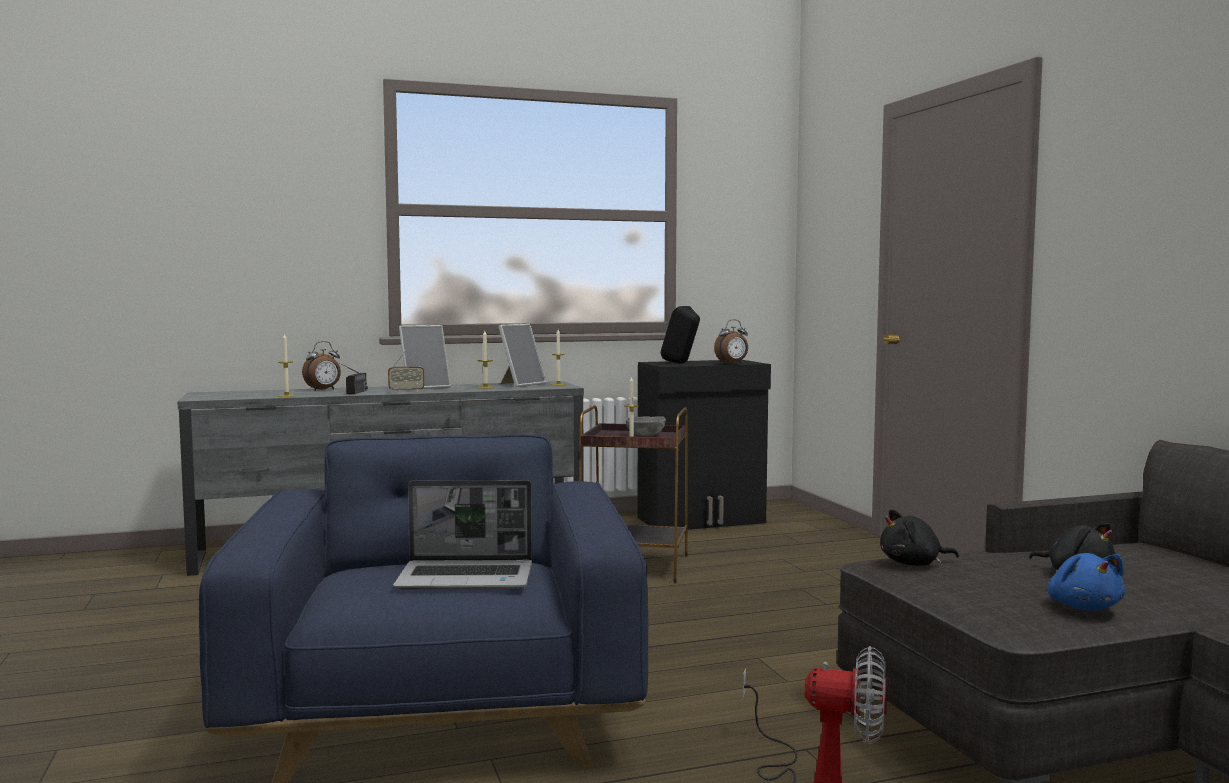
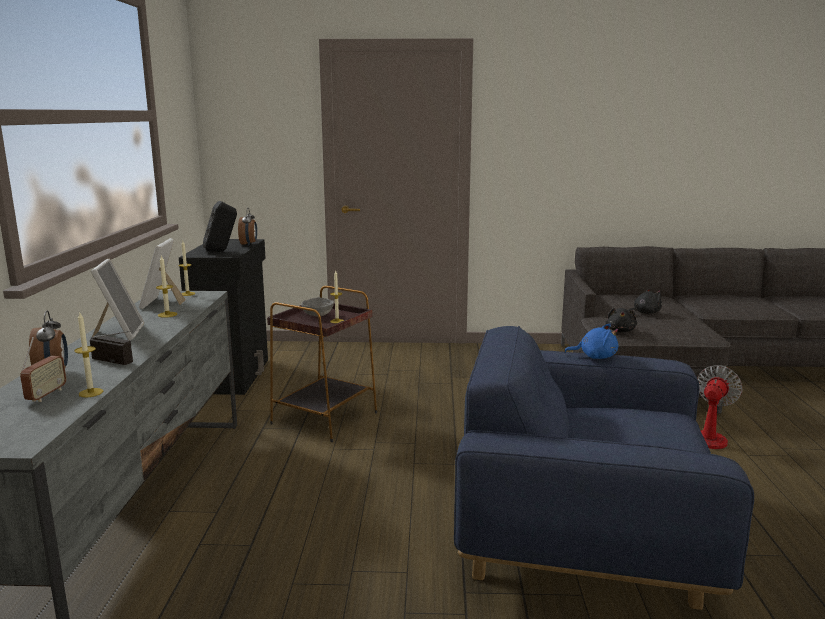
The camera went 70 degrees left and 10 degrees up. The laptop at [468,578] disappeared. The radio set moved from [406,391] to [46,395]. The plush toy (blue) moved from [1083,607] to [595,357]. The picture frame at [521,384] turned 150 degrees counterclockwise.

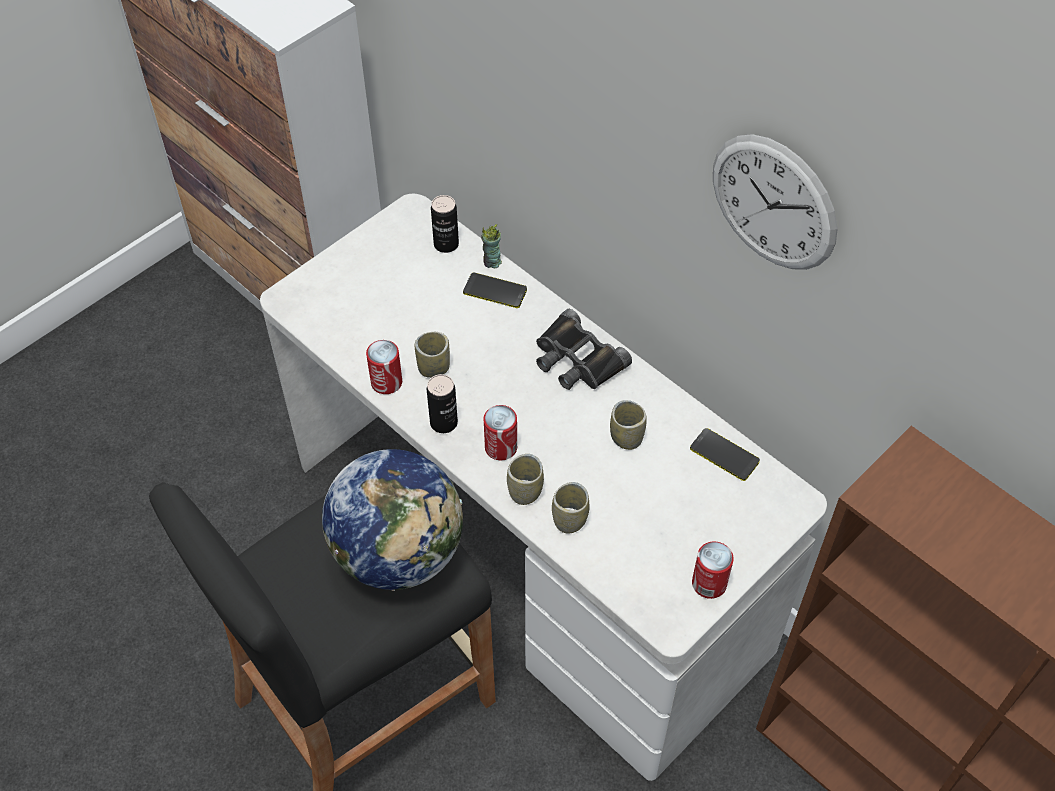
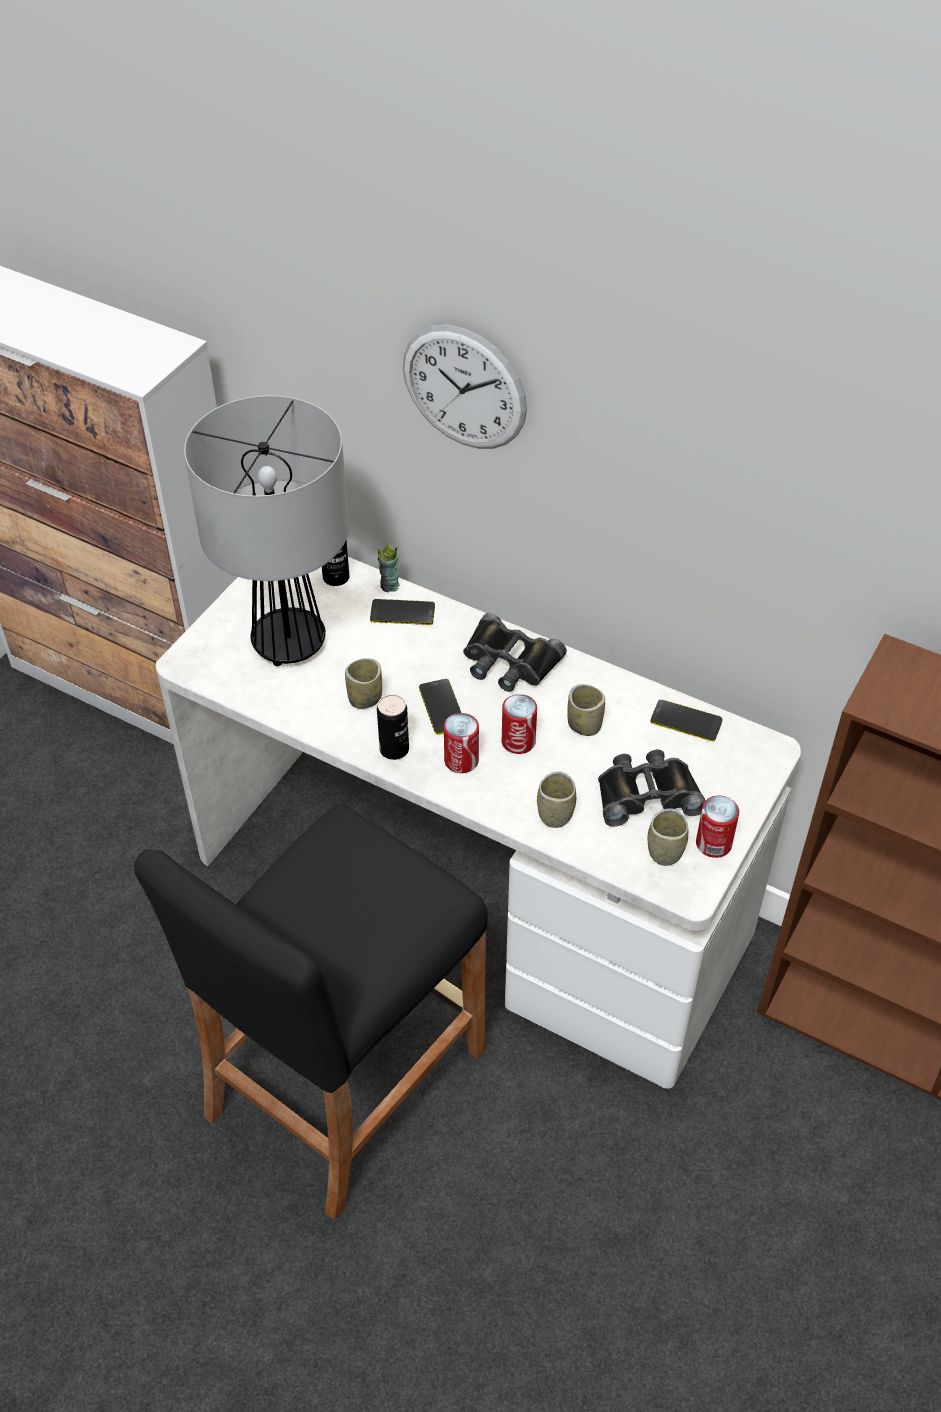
The camera went 15 degrees left and 5 degrees down. The desk globe at [399,552] disappeared. The tabletop lamp at [290,643] appeared. The telephone at [442,707] appeared. The pair of binoculars (black) at [646,793] appeared. The metal can moved from [386,382] to [518,741]. The drinking cup moved from [525,491] to [665,852]. The clock on the wall moved from [773,203] to [464,388].

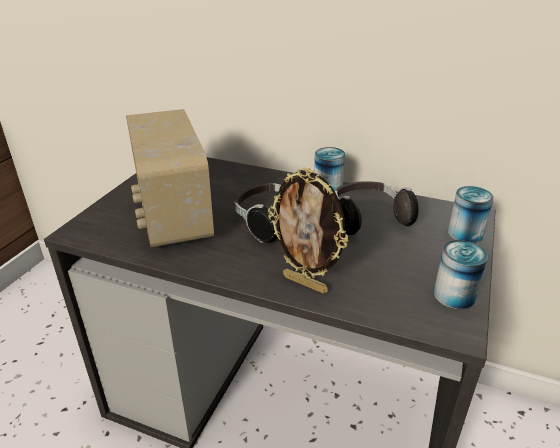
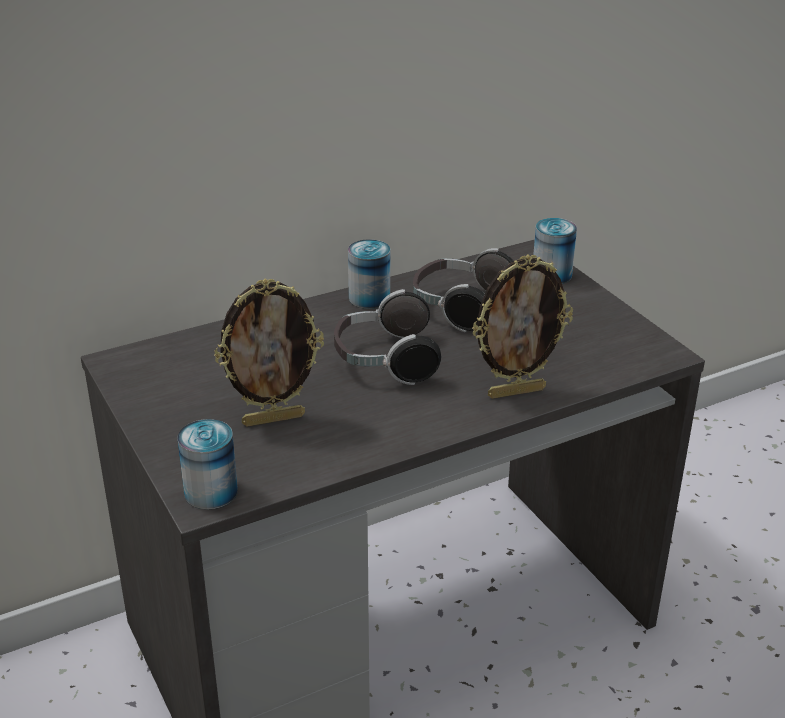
The camera went 50 degrees left and 0 degrees up. The metal can moved from [454,295] to [211,492]. The radio set at [172,216] was replaced by the picture frame at [273,419].

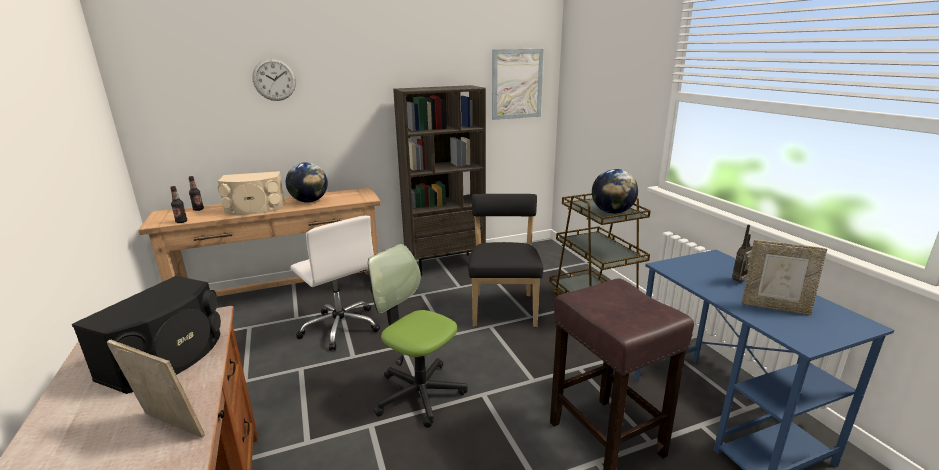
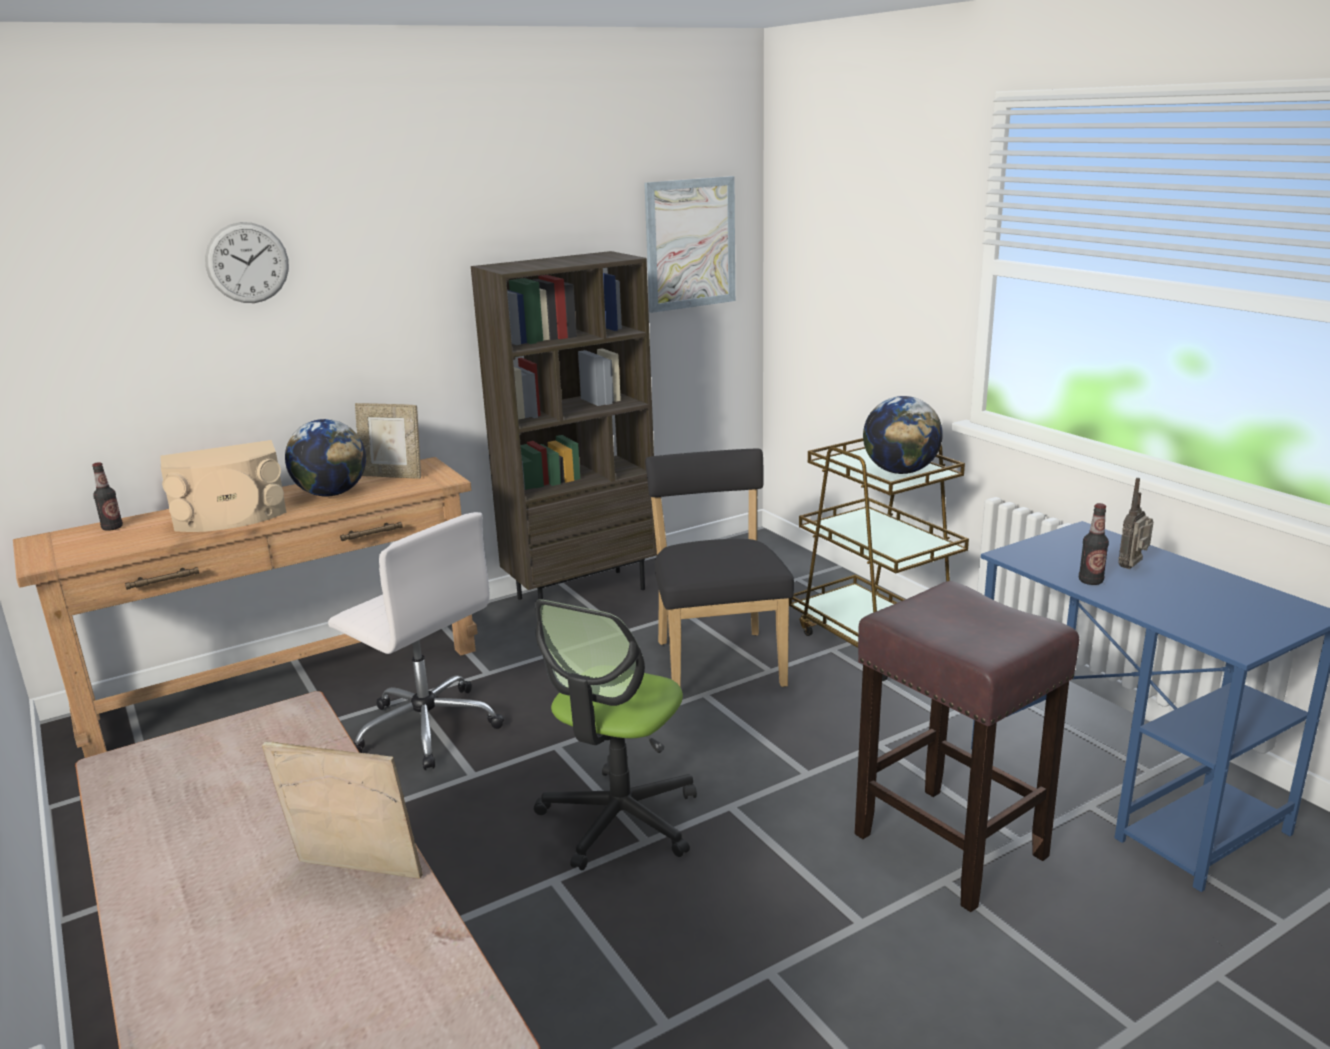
The camera went 10 degrees left and 0 degrees up. The speaker (black) at [167,358] disappeared. The beverage bottle moved from [181,222] to [1090,581]. The picture frame moved from [774,307] to [392,475]. The computer chair at [419,393] turned 90 degrees counterclockwise.

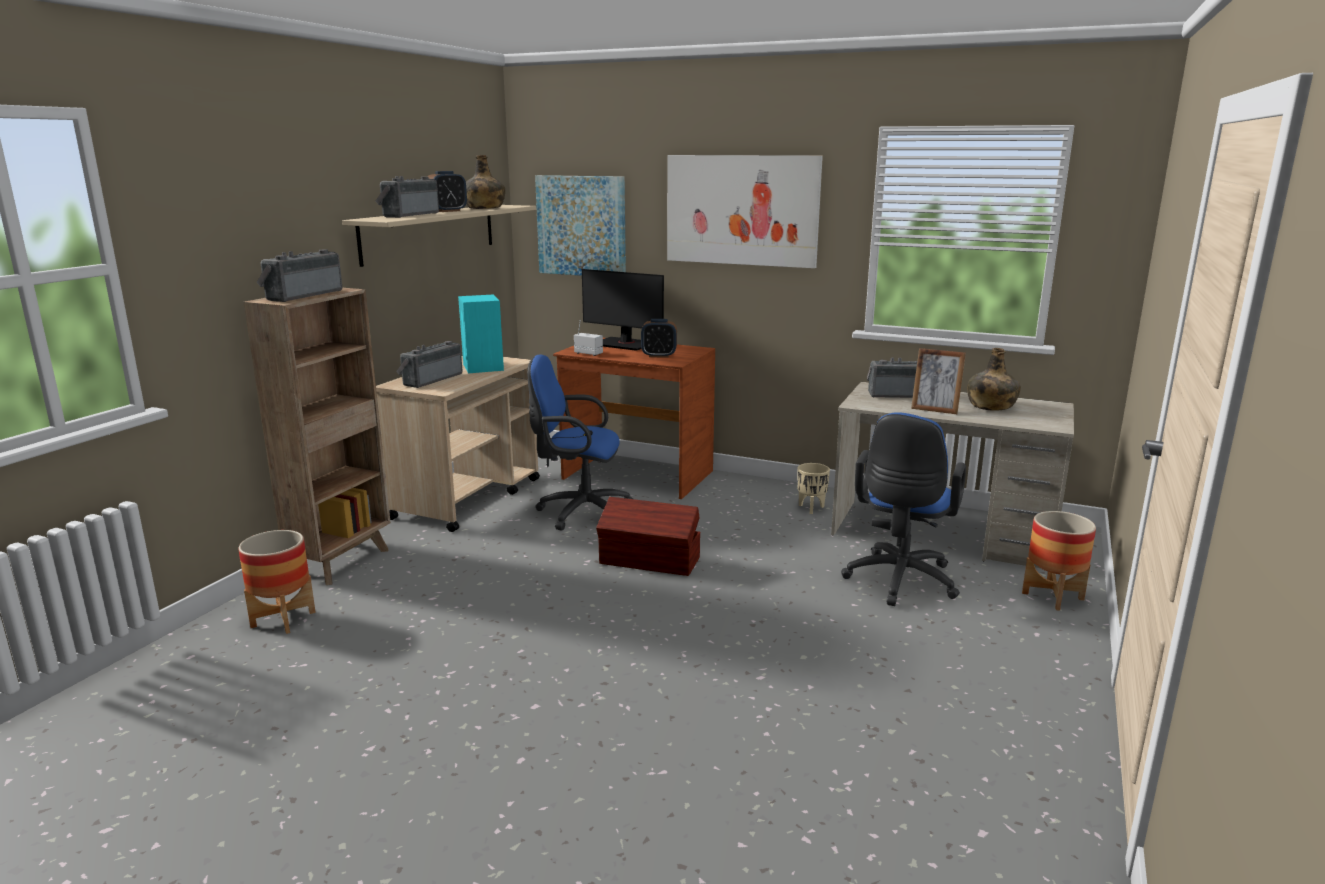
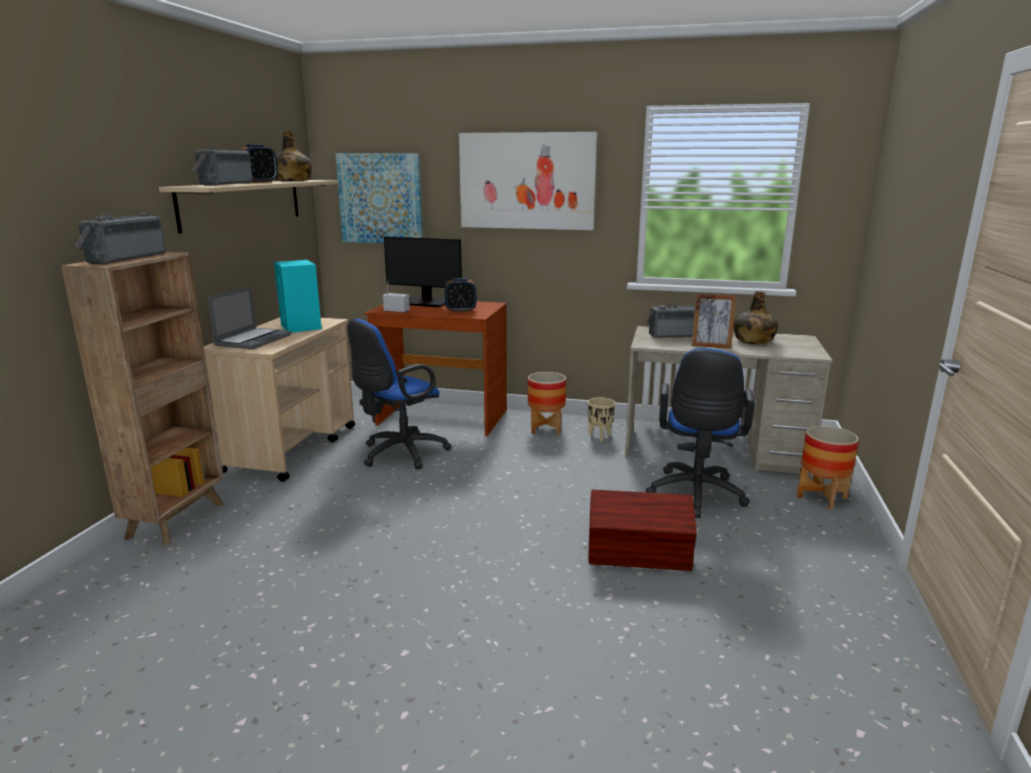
The camera went 10 degrees left and 0 degrees up. The planter moved from [283,619] to [546,429]. The storage box (brown) moved from [650,561] to [639,555]. The radio set at [430,379] was replaced by the laptop at [253,340]. The computer chair (blue) at [580,512] turned 45 degrees counterclockwise.

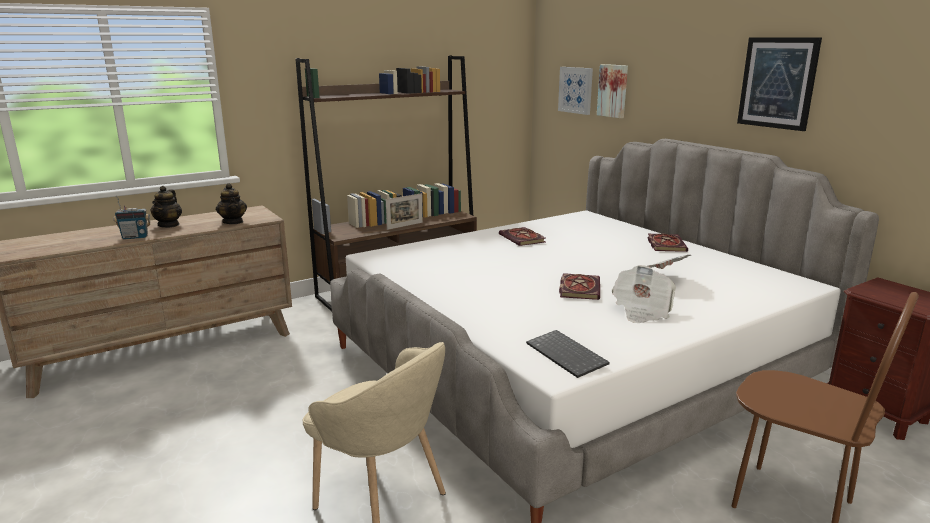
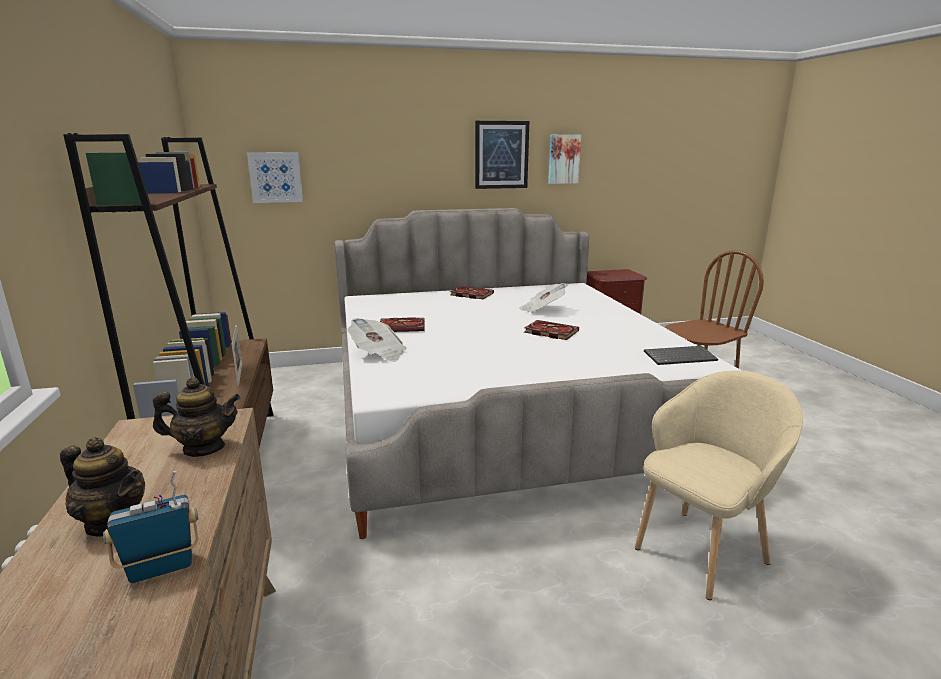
The camera went 70 degrees left and 0 degrees up. The wall art moved from [613,91] to [563,159]. The newspaper moved from [641,311] to [378,354]. The radio set at [135,237] turned 120 degrees counterclockwise.

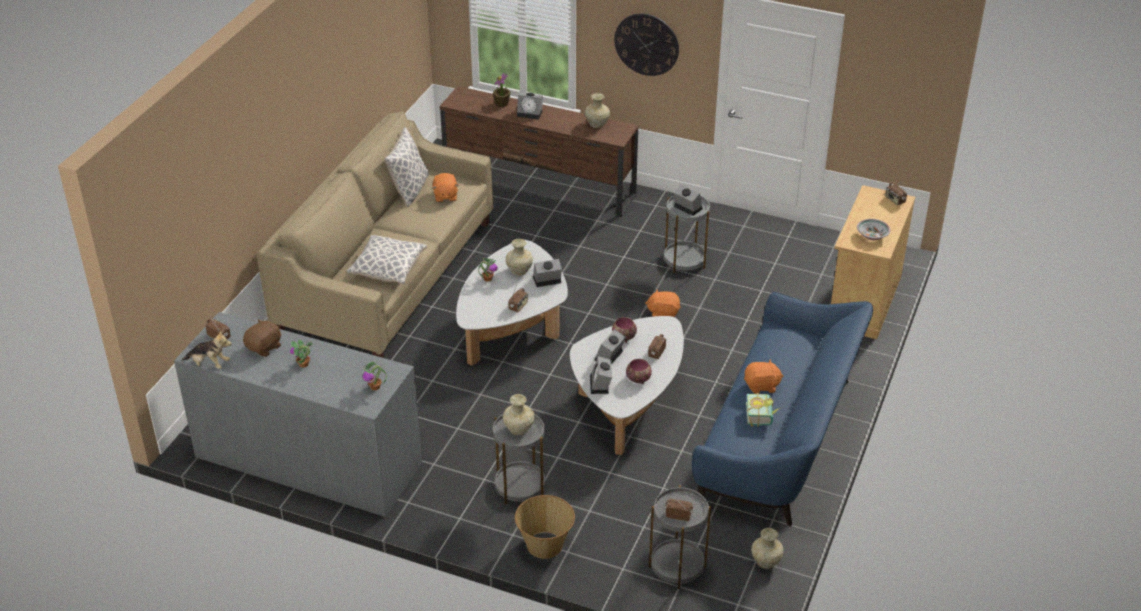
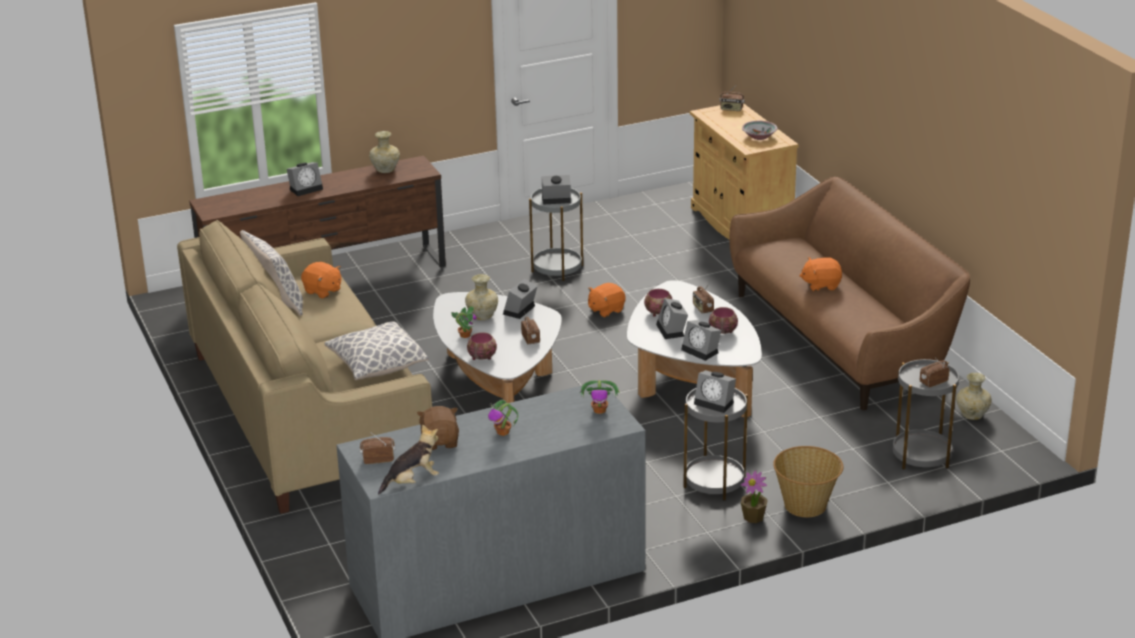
The camera went 45 degrees left and 10 degrees down. The clock on the wall at [646,44] disappeared. The volume at [762,416] disappeared. The bowl at [481,357] appeared. The houseplant moved from [502,103] to [753,517]. The decorative vase (sand-coloured) at [519,429] was replaced by the table clock at [715,402]. The settee (blue) at [780,439] became the settee (brown) at [843,339]. The plush toy (orangey) at [761,386] turned 135 degrees counterclockwise.

